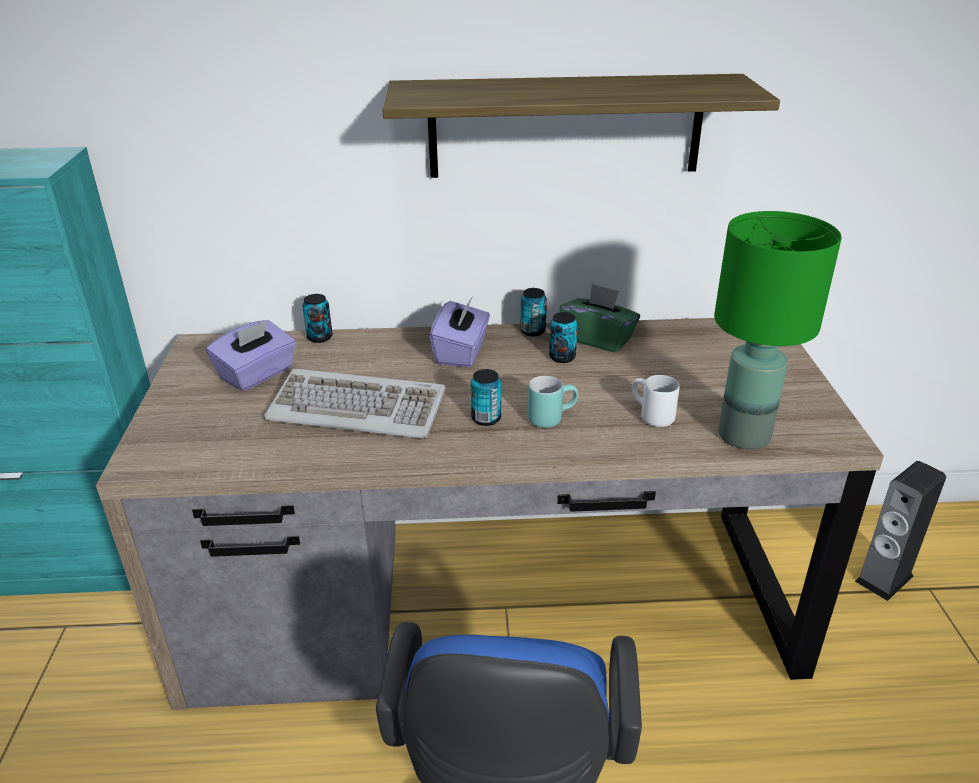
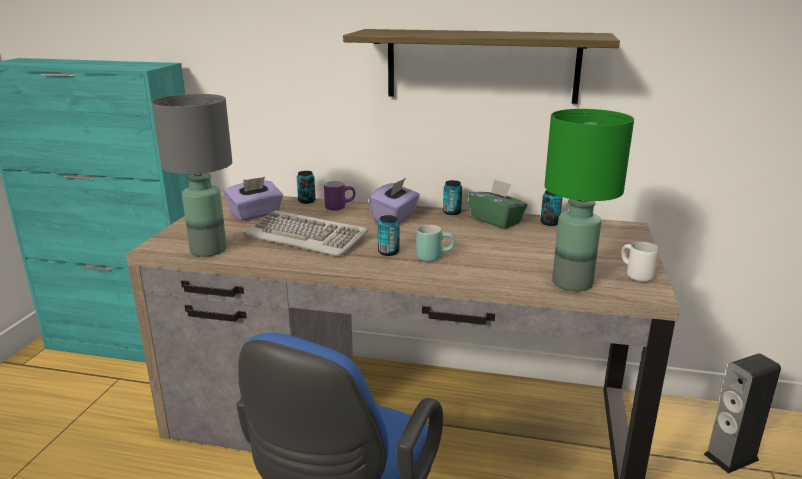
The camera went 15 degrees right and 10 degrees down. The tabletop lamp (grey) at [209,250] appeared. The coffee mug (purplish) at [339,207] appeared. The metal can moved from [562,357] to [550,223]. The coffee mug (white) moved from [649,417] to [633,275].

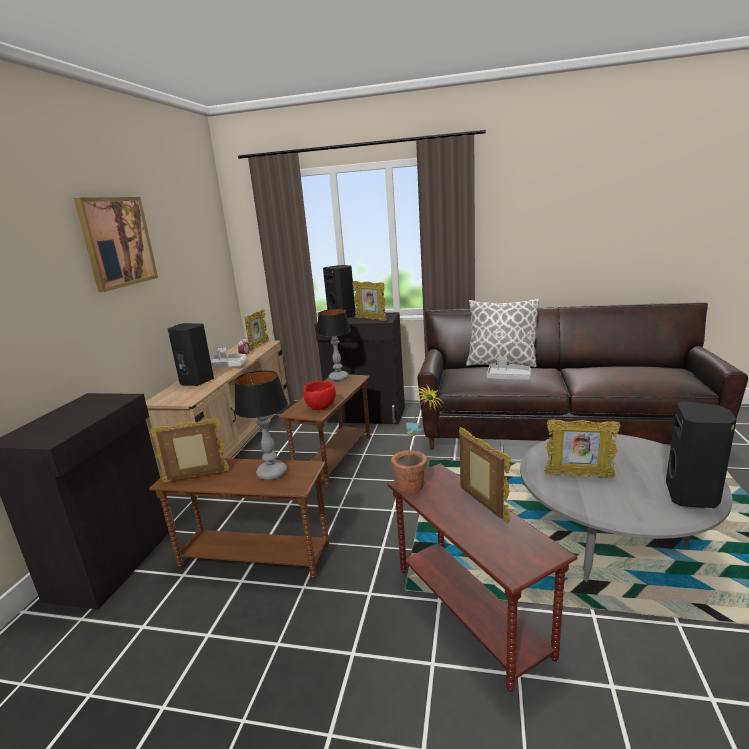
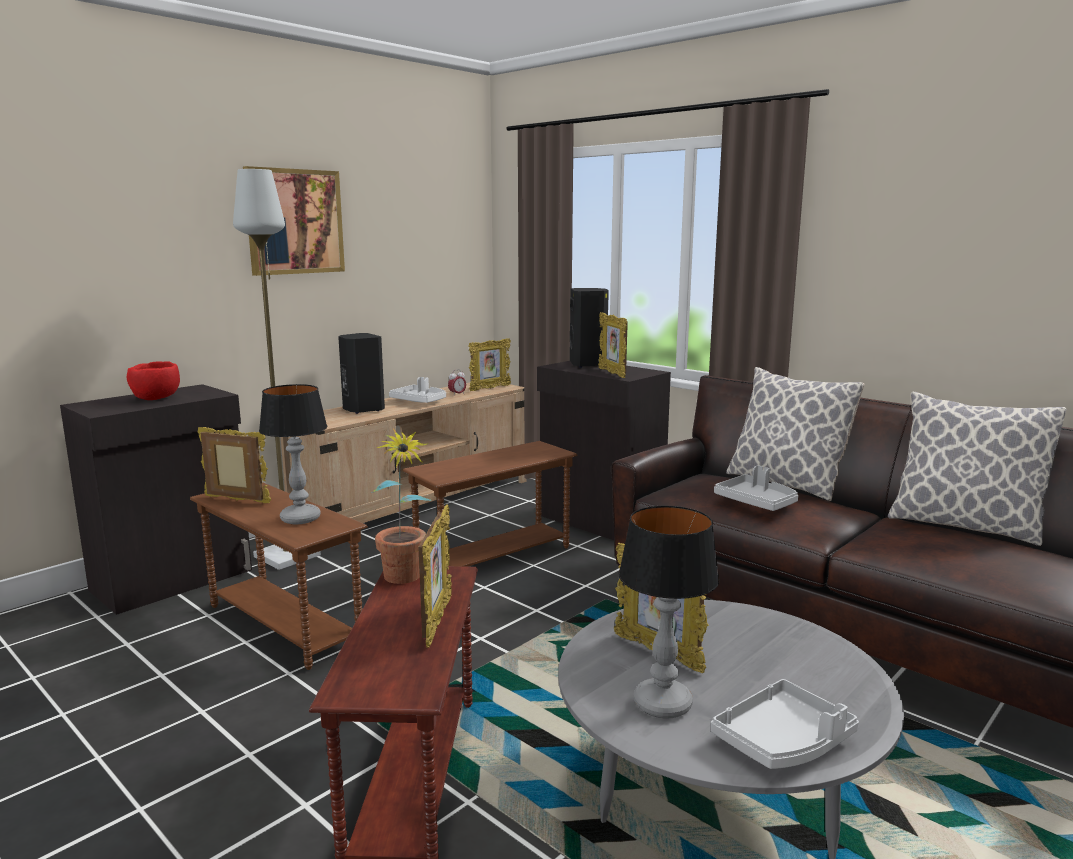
The camera went 30 degrees right and 5 degrees down. The standing lamp (grey) at [287,555] appeared. The throw pillow at [964,526] appeared. The bowl (red) moved from [321,407] to [157,398]. The tabletop lamp moved from [338,378] to [662,703]. The speaker (black) at [692,496] was replaced by the tray (grey) at [783,741].

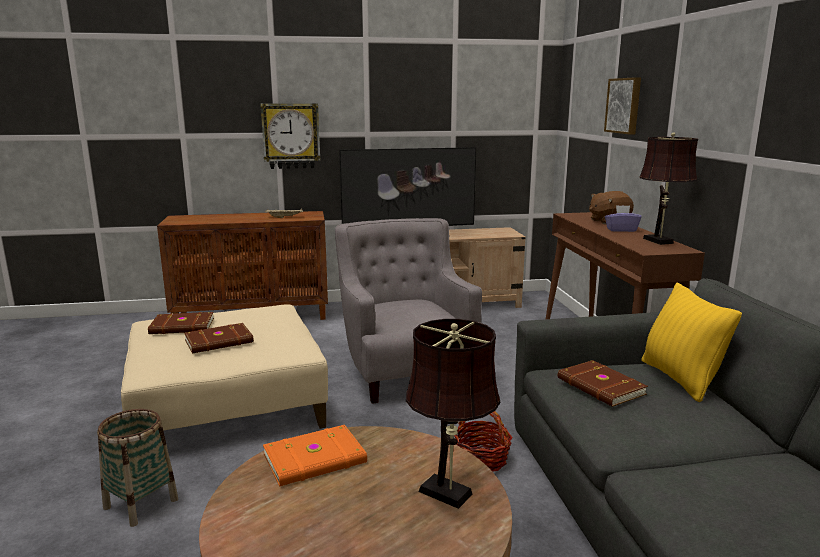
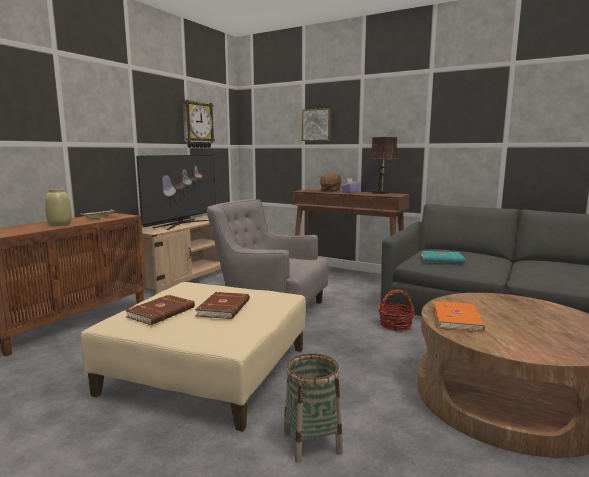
The camera went 50 degrees left and 5 degrees down. The tabletop lamp (brown) at [449,495] disappeared. The throw pillow (yellow-coloured) at [680,379] disappeared. The decorative vase (sand-coloured) at [60,224] appeared. The clock on the wall moved from [291,136] to [197,124]. The volume (brown) at [600,387] became the volume (turquoise-coloured) at [442,259].

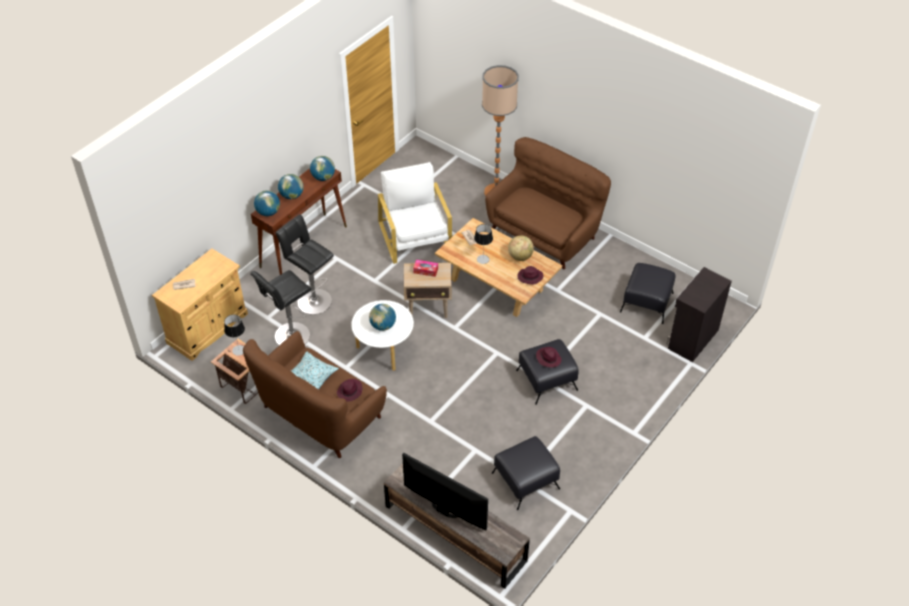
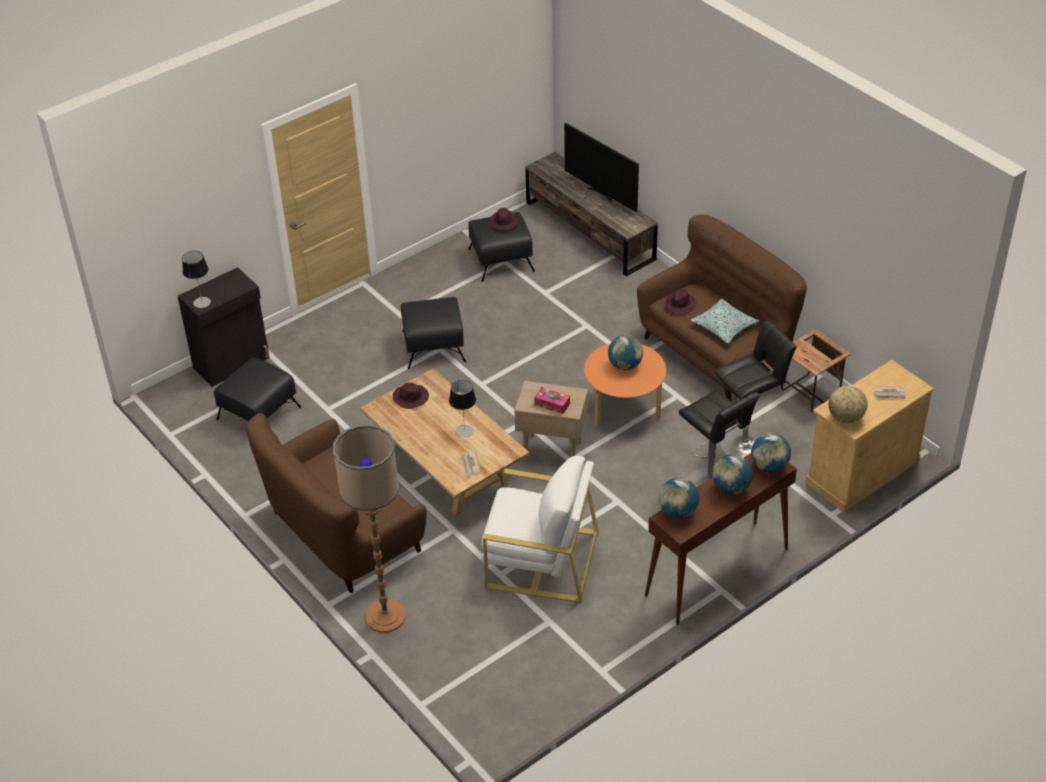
The camera went 165 degrees left and 5 degrees down. The tabletop lamp moved from [239,350] to [202,302]. The desk globe moved from [520,257] to [845,418]. The hat (purplish) moved from [548,358] to [504,223]. The lounge table (white) at [384,349] became the lounge table (orangey) at [624,409]. The armchair (white) at [415,237] turned 75 degrees counterclockwise.

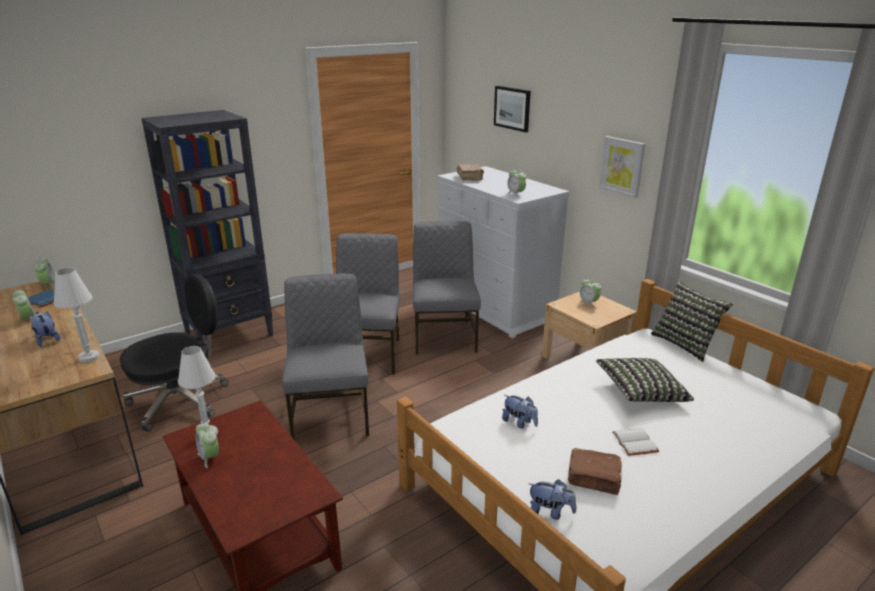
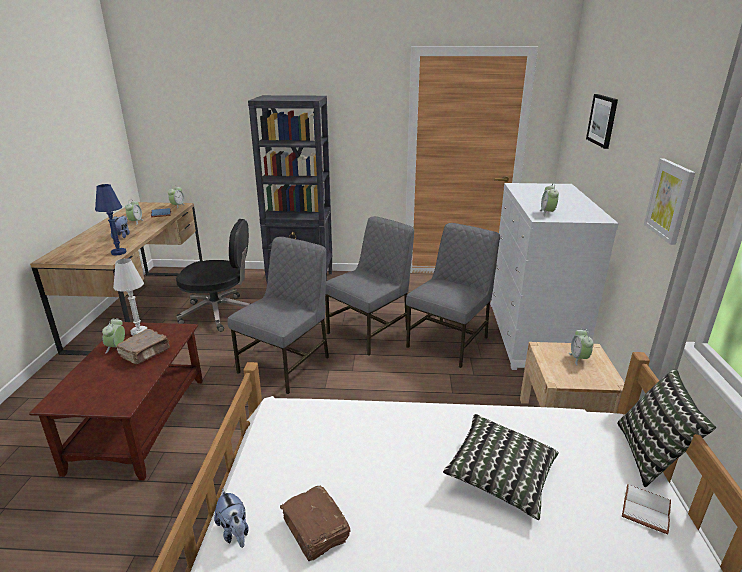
The camera went 40 degrees right and 0 degrees up. The plush toy at [519,423] disappeared. The volume (brown) moved from [470,178] to [145,353]. The volume (white) moved from [636,443] to [647,510]. The tabletop lamp (white) at [89,357] became the tabletop lamp (blue) at [119,252].

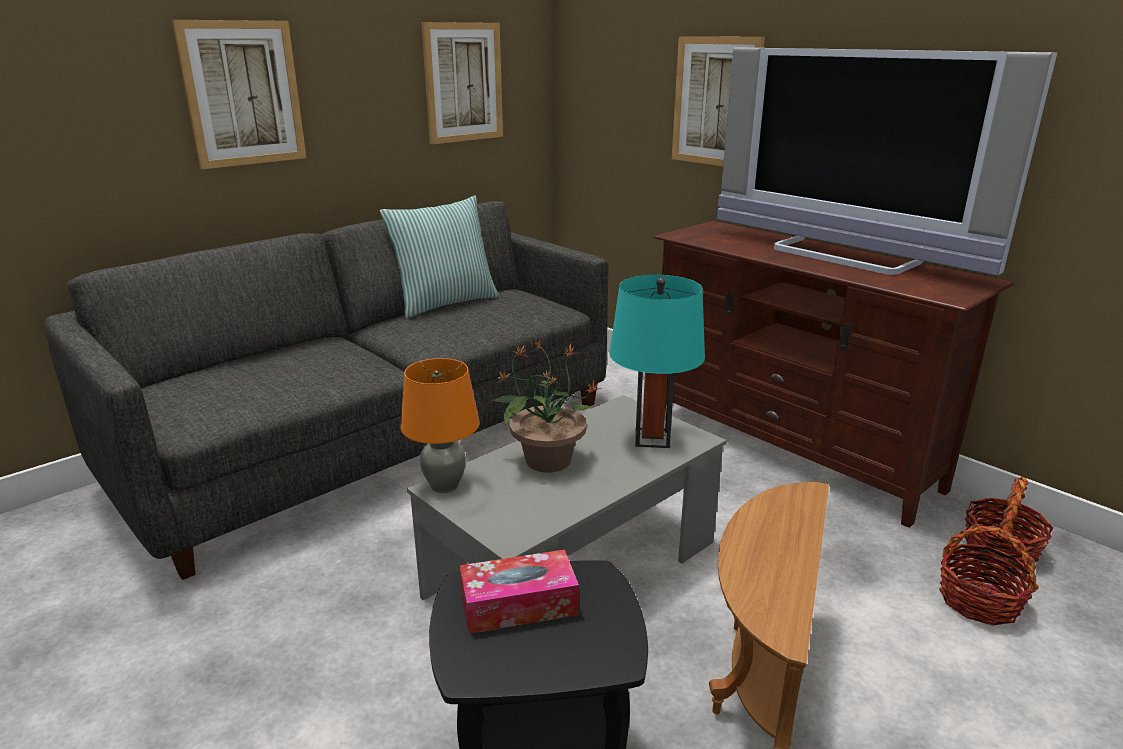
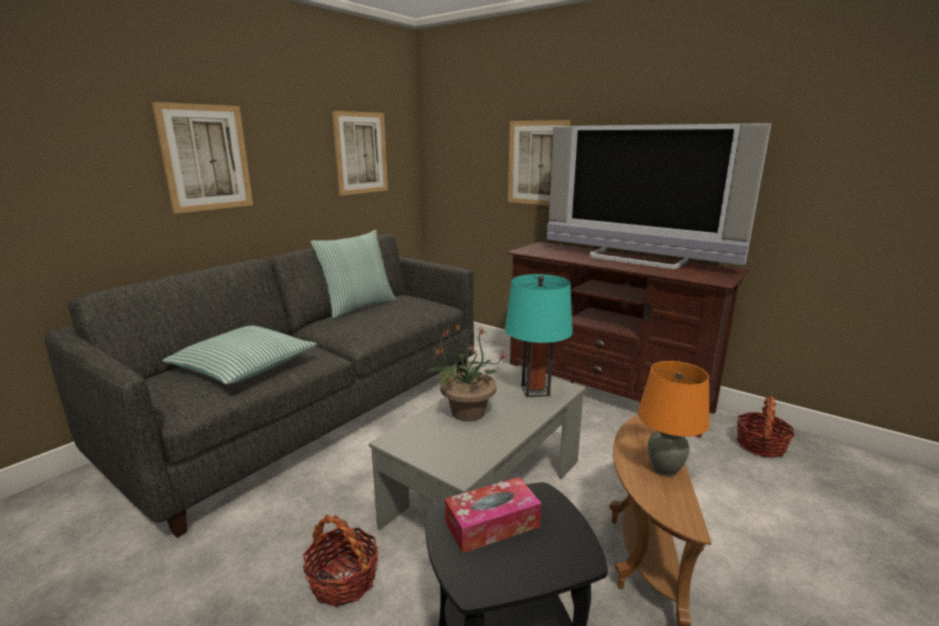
The camera went 10 degrees left and 5 degrees down. The throw pillow at [244,367] appeared. The tabletop lamp (orangey) moved from [445,485] to [665,469]. The household basket moved from [978,601] to [343,580].

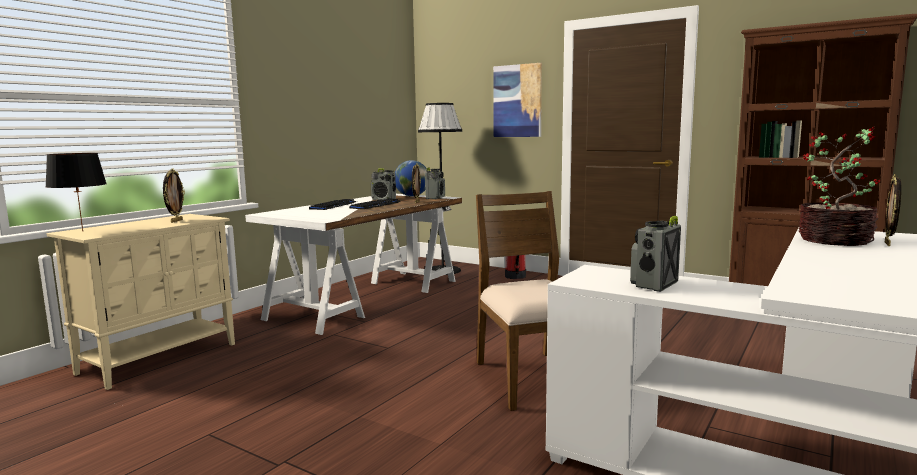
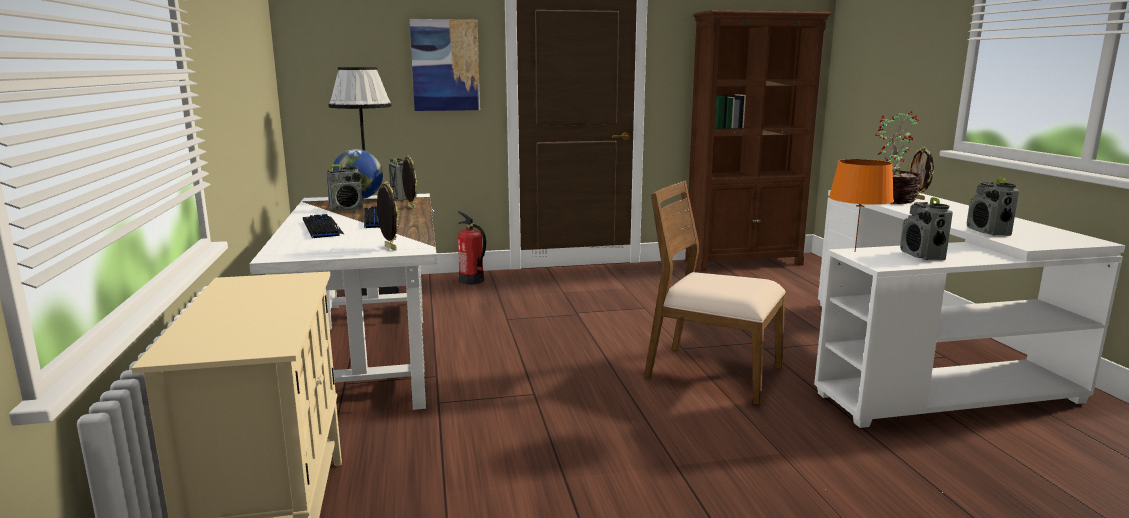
The camera went 45 degrees left and 5 degrees up. The tabletop lamp (black) at [83,231] disappeared. The tabletop lamp (orangey) at [855,252] appeared. The radio set at [988,232] appeared. The picture frame moved from [176,221] to [389,248].

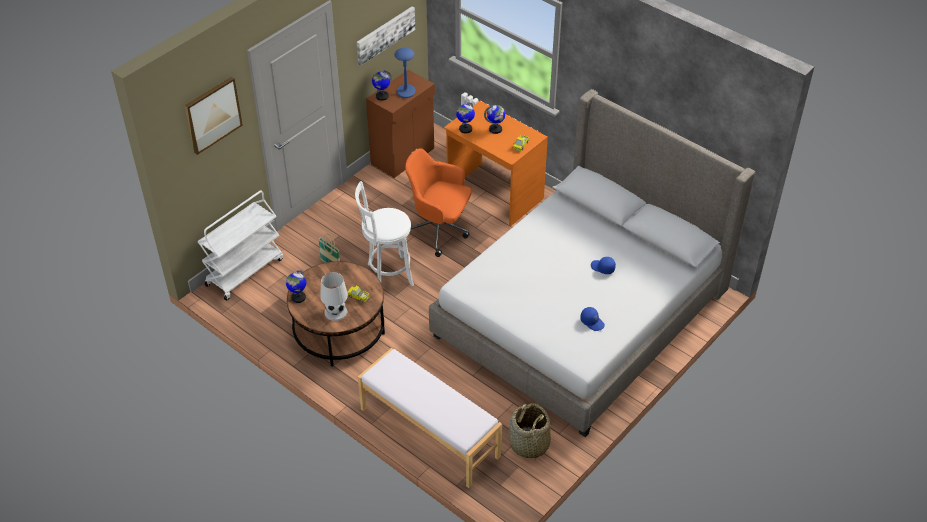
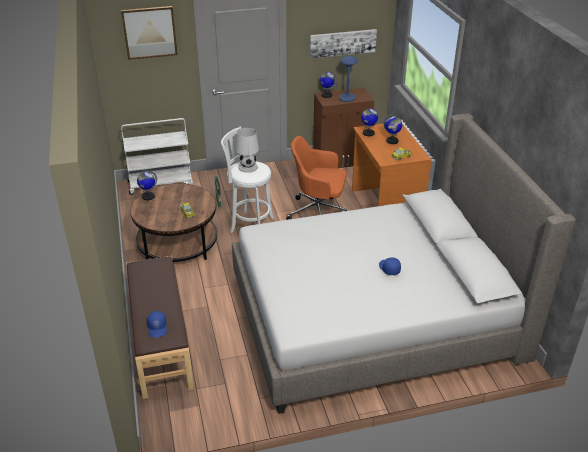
The camera went 35 degrees right and 10 degrees down. The household basket at [529,444] disappeared. The tabletop lamp (white) moved from [336,312] to [248,167]. The peaked cap (blue) moved from [592,322] to [157,328]. The long seat (white) at [429,433] became the long seat (brown) at [160,341]. The computer chair (orangey) at [439,230] turned 45 degrees counterclockwise.

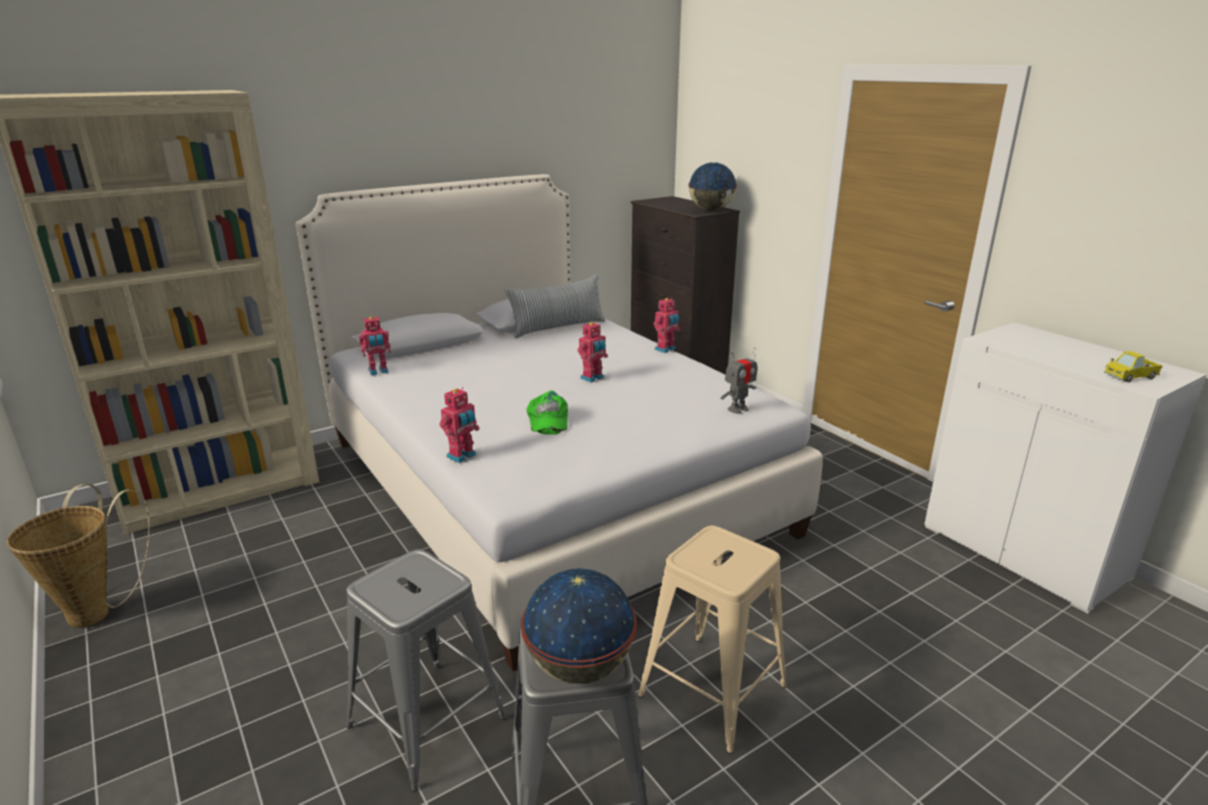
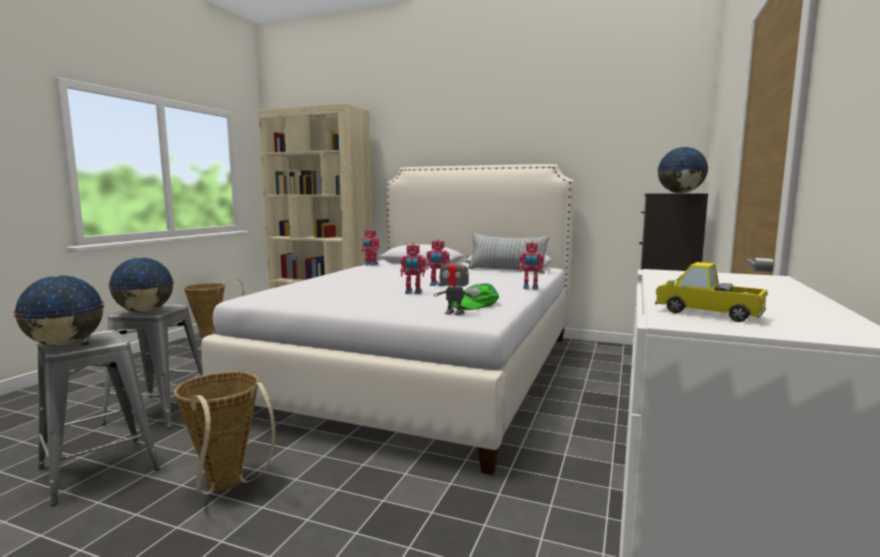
The camera went 55 degrees right and 15 degrees down. The desk globe at [145,311] appeared. The toy robot moved from [462,456] to [413,293]. The peaked cap (greenish) moved from [547,420] to [475,304]. The sitting stool (sand-coloured) at [712,690] was replaced by the household basket at [227,487].

